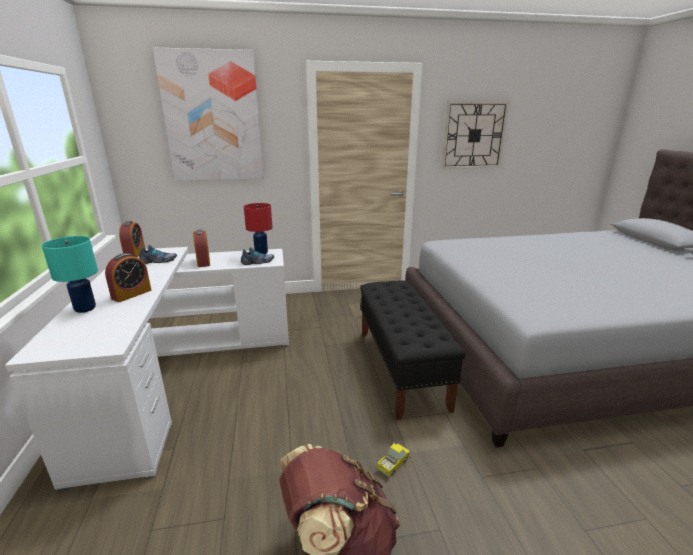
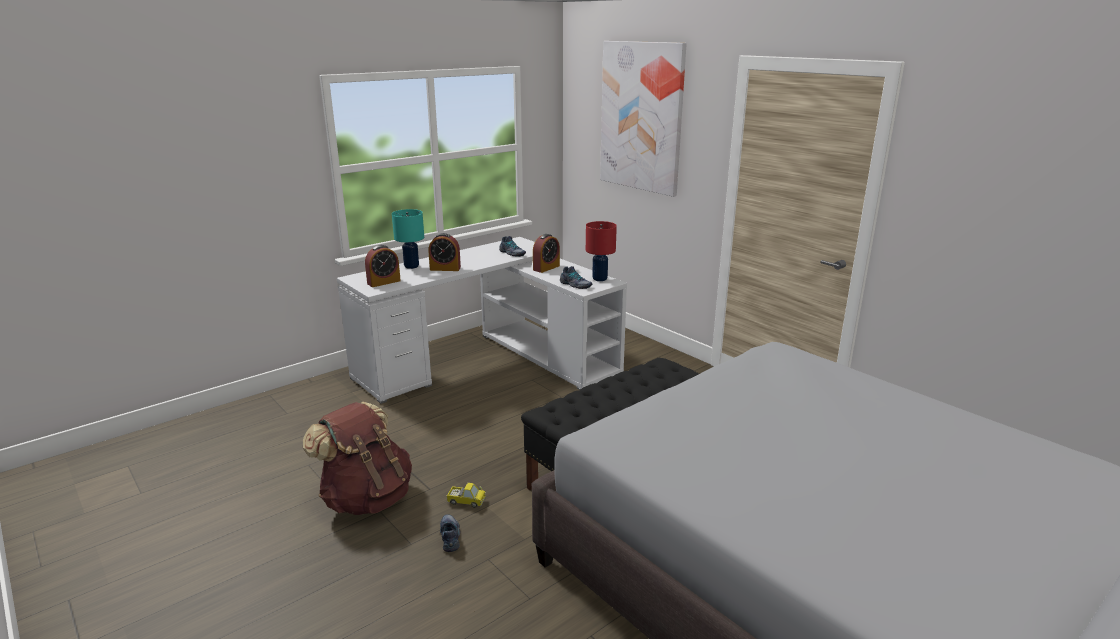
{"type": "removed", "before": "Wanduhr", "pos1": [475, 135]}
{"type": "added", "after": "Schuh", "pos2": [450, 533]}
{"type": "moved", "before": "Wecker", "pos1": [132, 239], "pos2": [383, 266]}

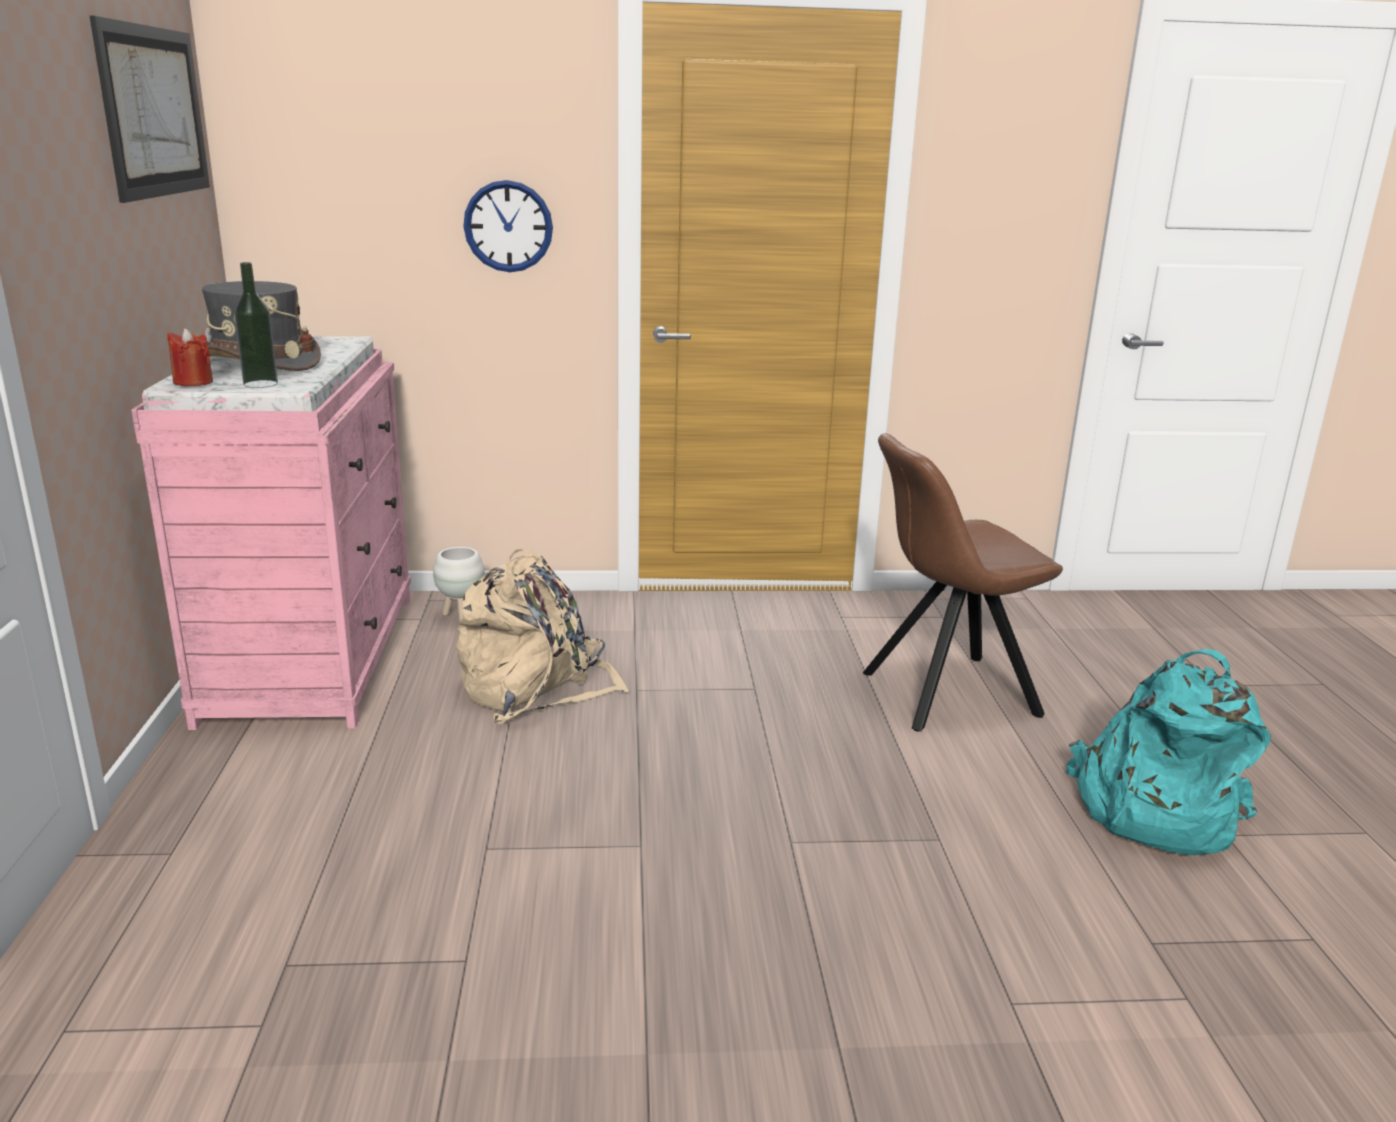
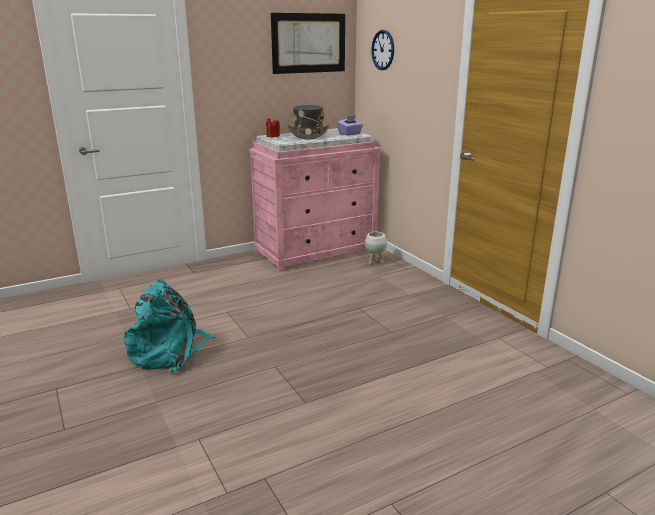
{"type": "removed", "before": "Flasche", "pos1": [256, 325]}
{"type": "removed", "before": "Rucksack (beige)", "pos1": [543, 636]}
{"type": "removed", "before": "Stuhl (braun)", "pos1": [963, 582]}
{"type": "added", "after": "Taschentuchbox (lila)", "pos2": [350, 125]}
{"type": "moved", "before": "Wanduhr", "pos1": [508, 226], "pos2": [382, 50]}
{"type": "moved", "before": "Rucksack (türkis)", "pos1": [1168, 752], "pos2": [170, 326]}

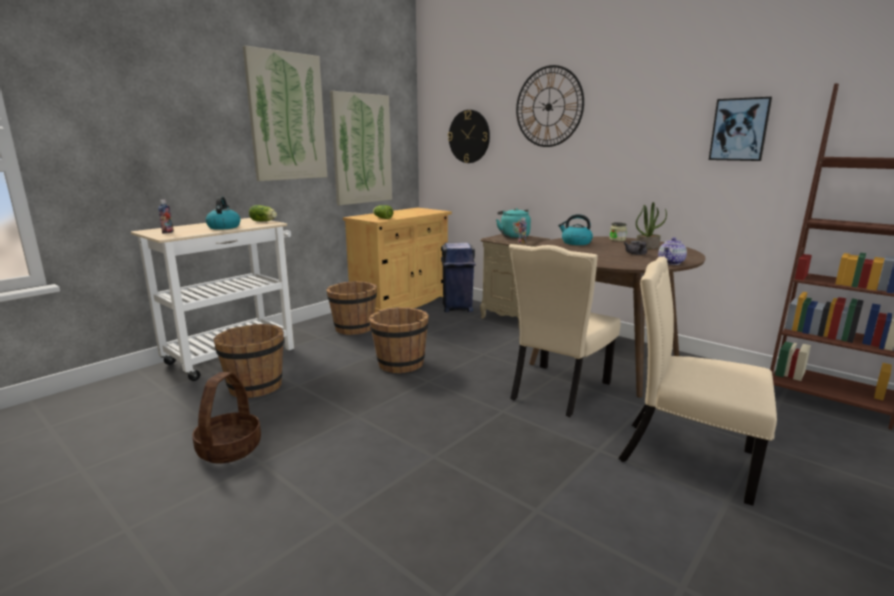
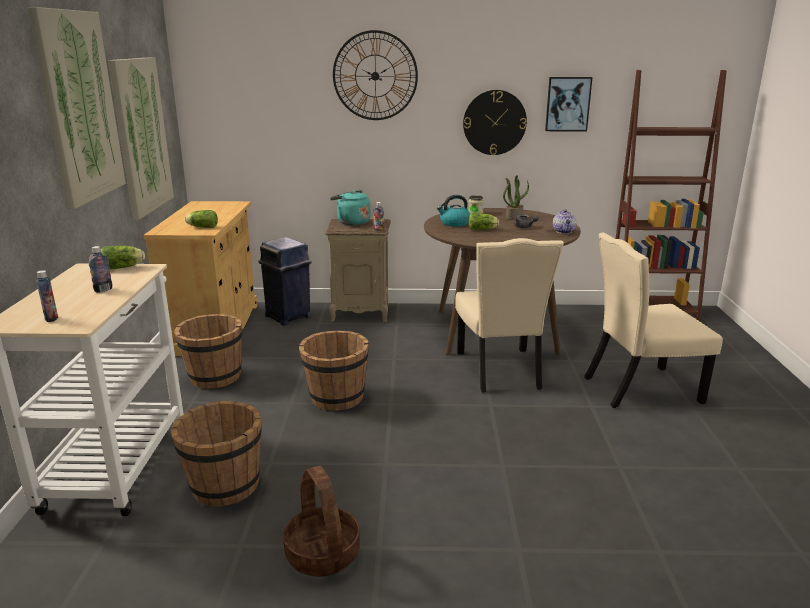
{"type": "added", "after": "Salatkopf", "pos2": [483, 221]}
{"type": "moved", "before": "Wanduhr", "pos1": [469, 136], "pos2": [495, 122]}
{"type": "replaced", "before": "Wasserkessel", "after": "Flasche", "pos1": [223, 213], "pos2": [100, 269]}

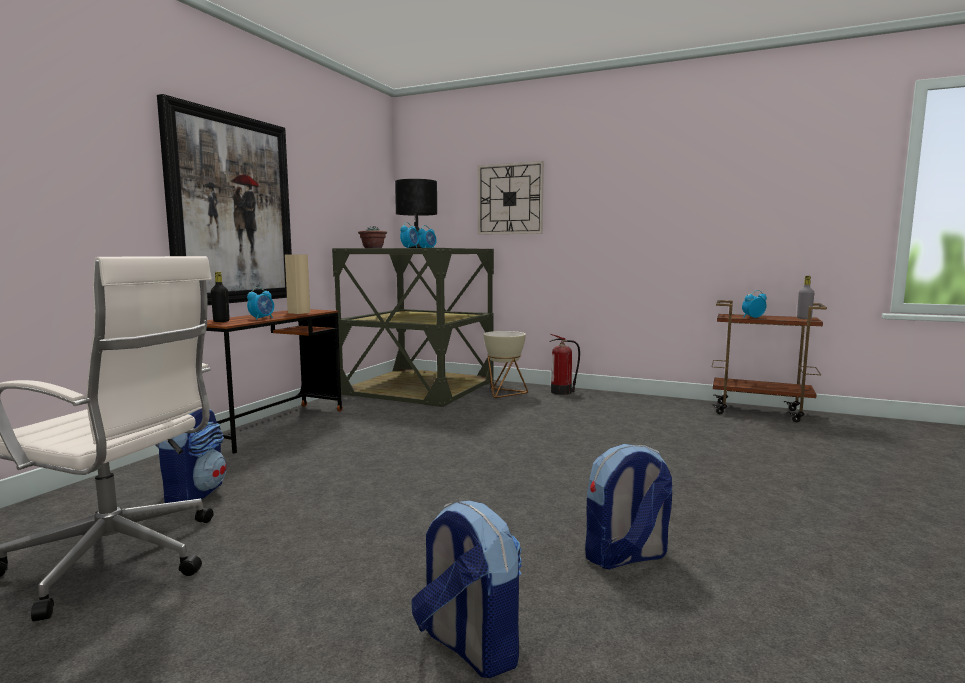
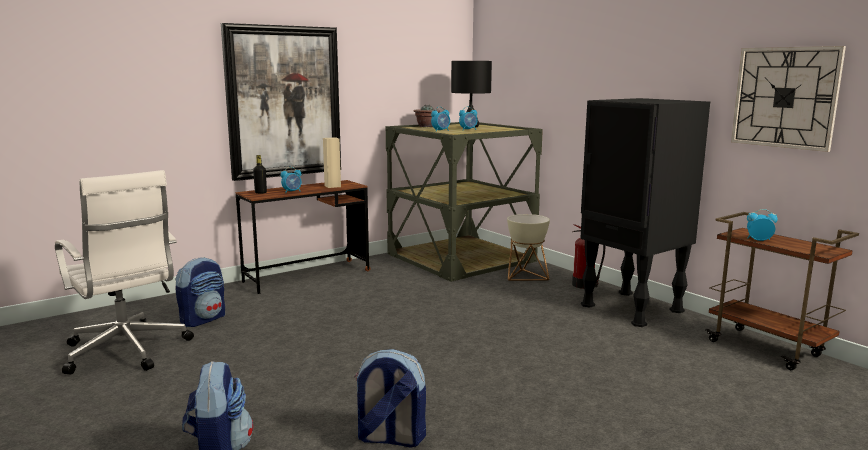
{"type": "removed", "before": "Flasche (grau)", "pos1": [805, 297]}
{"type": "added", "after": "Schrank (schwarz)", "pos2": [645, 212]}
{"type": "moved", "before": "Wanduhr", "pos1": [511, 198], "pos2": [788, 99]}

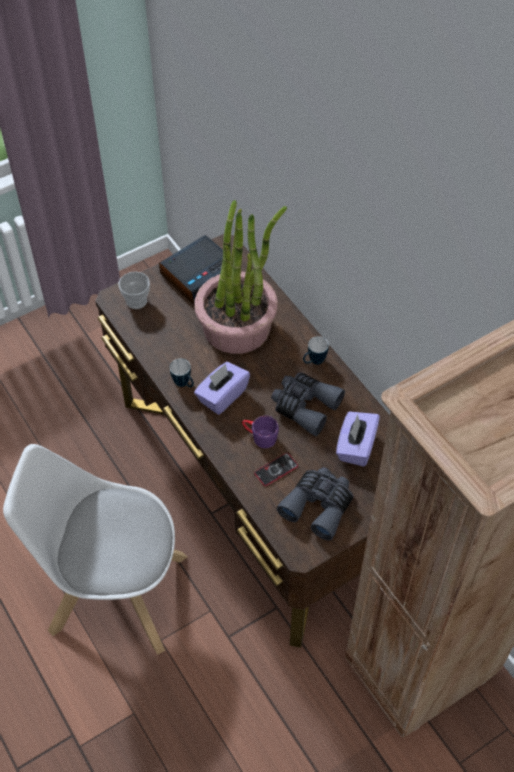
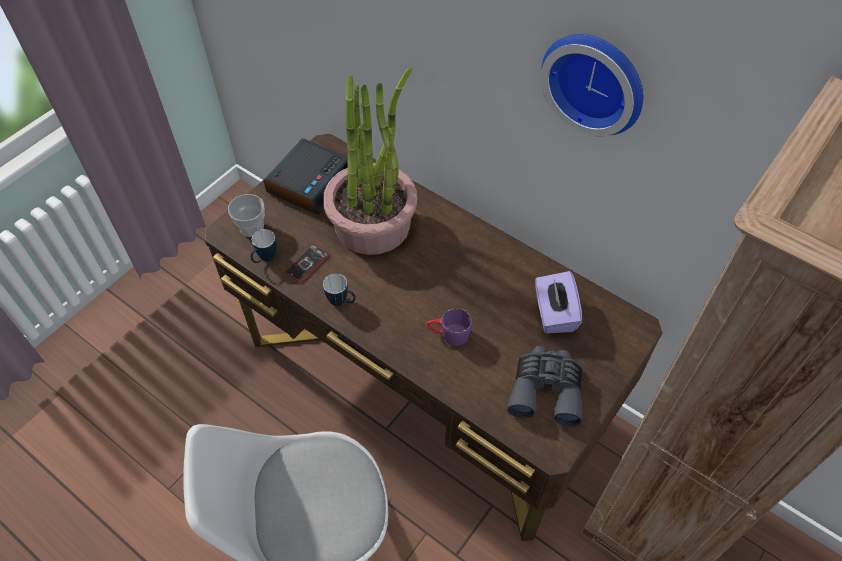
{"type": "removed", "before": "Taschentuchbox (lila)", "pos1": [222, 388]}
{"type": "removed", "before": "Fernglas (grau)", "pos1": [308, 404]}
{"type": "added", "after": "Wanduhr", "pos2": [592, 85]}
{"type": "moved", "before": "Handy", "pos1": [276, 469], "pos2": [306, 263]}
{"type": "moved", "before": "Henkelbecher", "pos1": [316, 350], "pos2": [264, 246]}

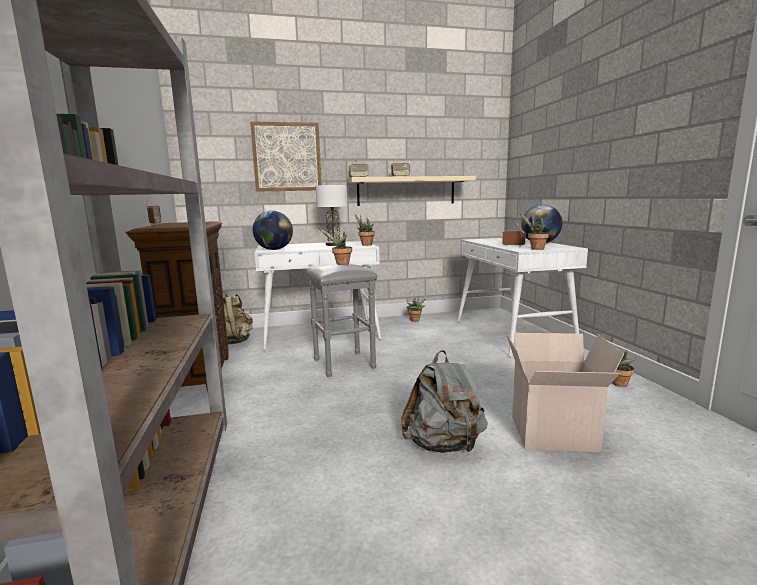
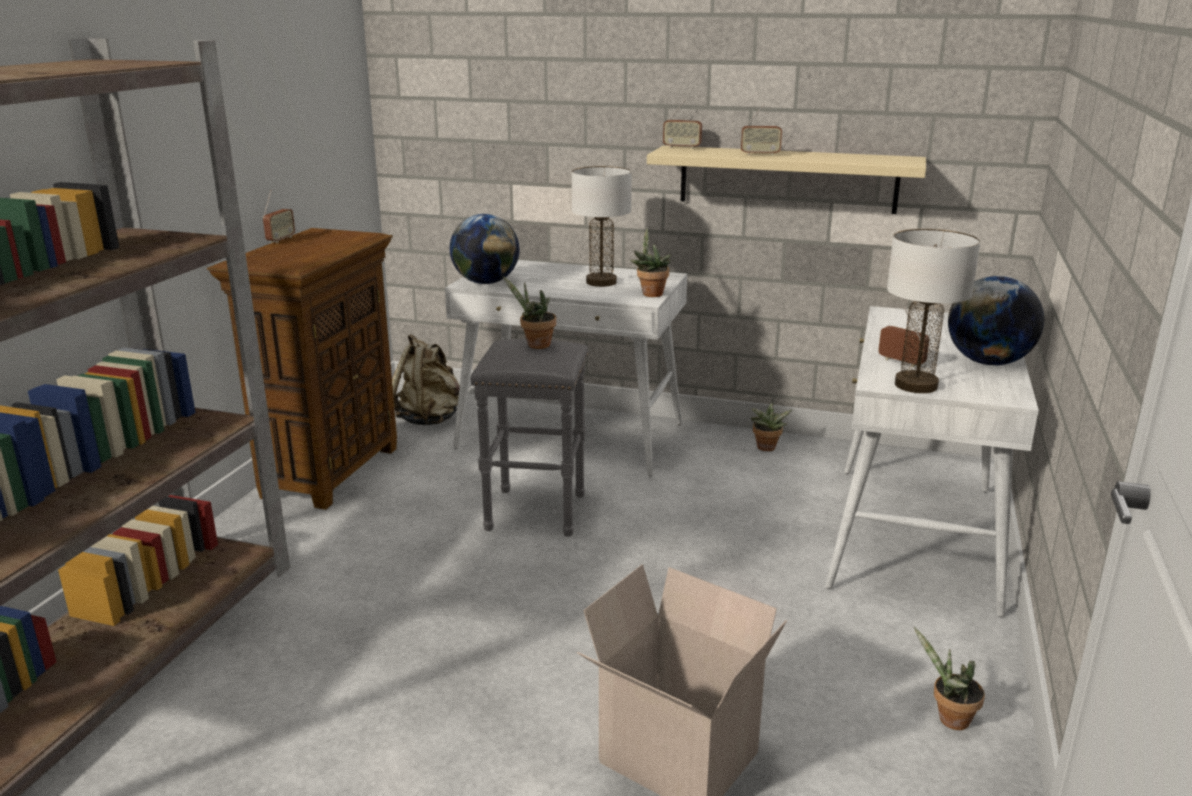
{"type": "removed", "before": "Bild", "pos1": [286, 156]}
{"type": "removed", "before": "Rucksack (grau)", "pos1": [444, 401]}
{"type": "replaced", "before": "Topfpflanze", "after": "Tischlampe", "pos1": [534, 231], "pos2": [934, 311]}

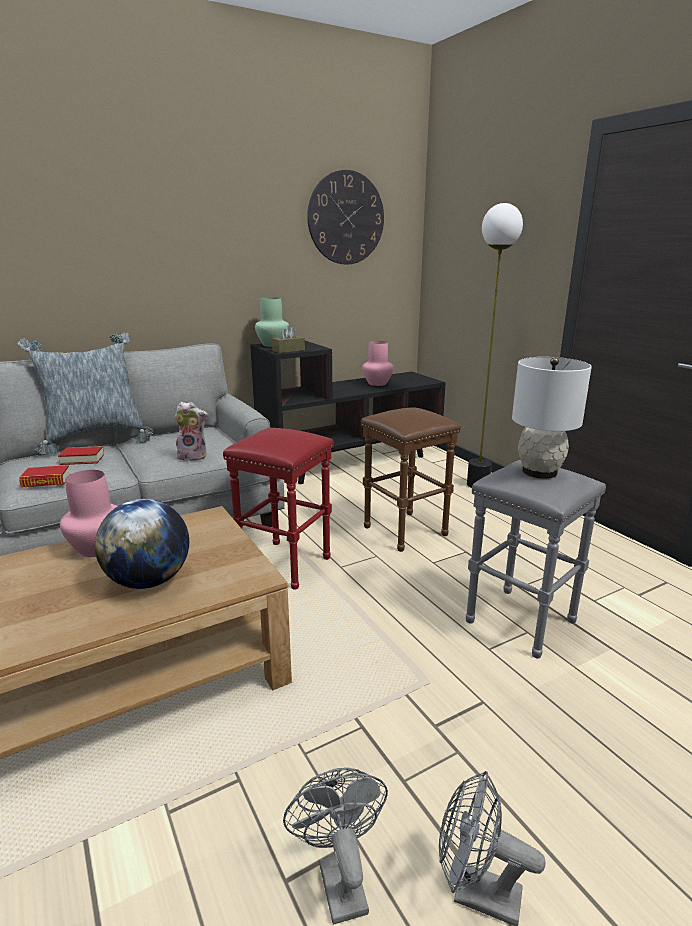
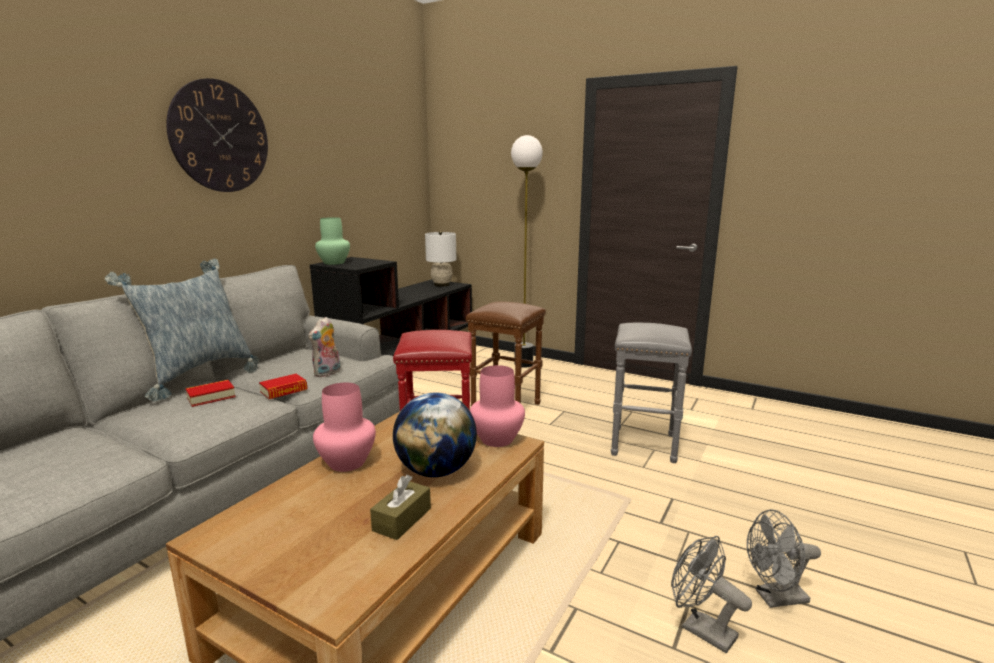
{"type": "moved", "before": "Buch", "pos1": [44, 476], "pos2": [283, 386]}
{"type": "moved", "before": "Taschentuchbox (braun)", "pos1": [288, 339], "pos2": [400, 507]}
{"type": "moved", "before": "Wanduhr", "pos1": [345, 217], "pos2": [217, 135]}
{"type": "moved", "before": "Vase (rosa)", "pos1": [378, 363], "pos2": [497, 406]}
{"type": "moved", "before": "Tischlampe (weiß)", "pos1": [552, 418], "pos2": [440, 259]}
{"type": "turned", "before": "Plüschtier", "pos1": [191, 431], "pos2": [324, 347], "turn": 150}

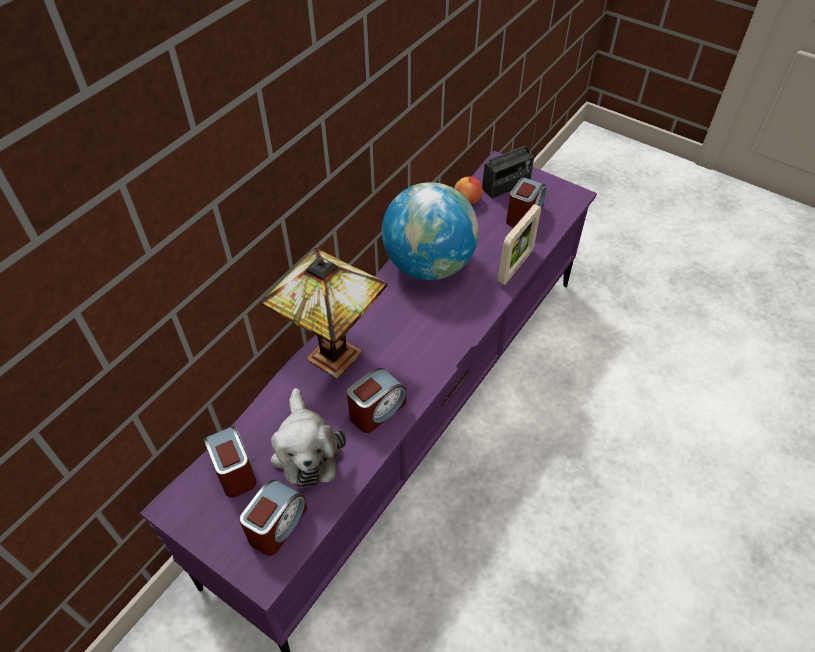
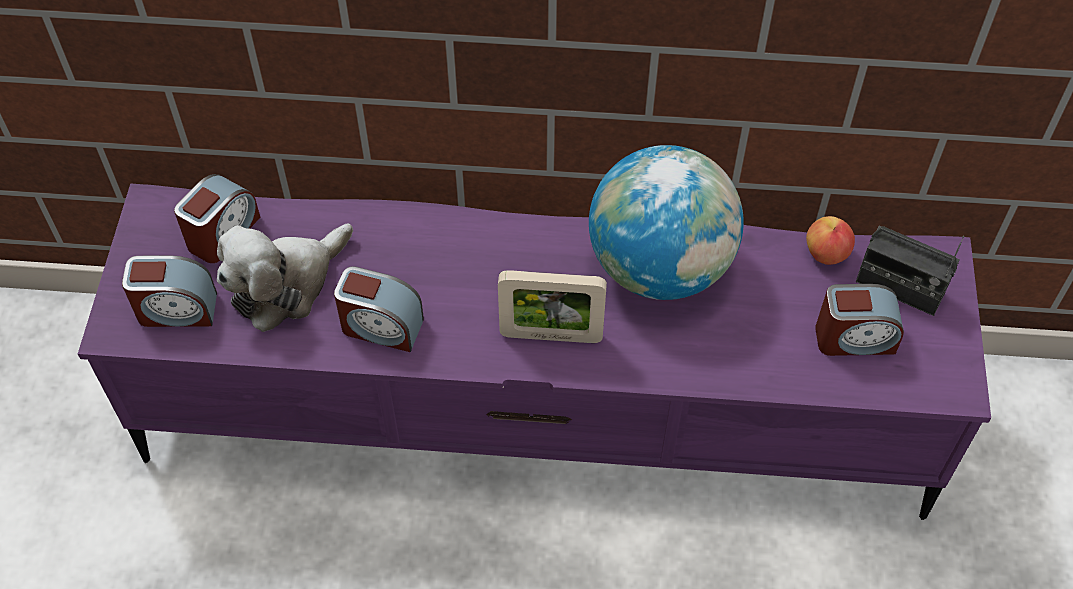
{"type": "removed", "before": "Tischlampe", "pos1": [324, 313]}
{"type": "moved", "before": "Bilderrahmen", "pos1": [519, 244], "pos2": [552, 306]}

